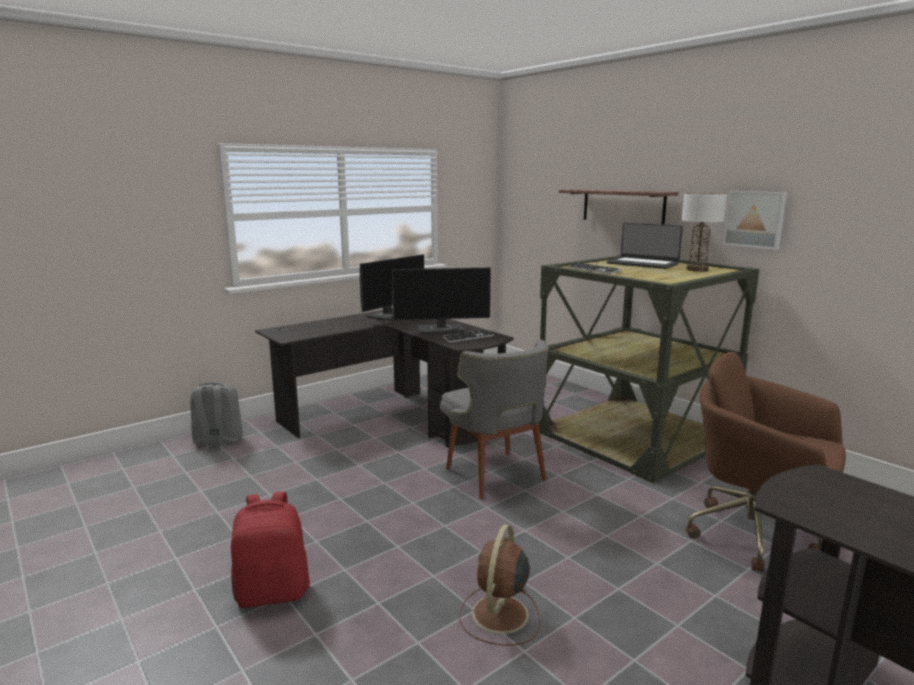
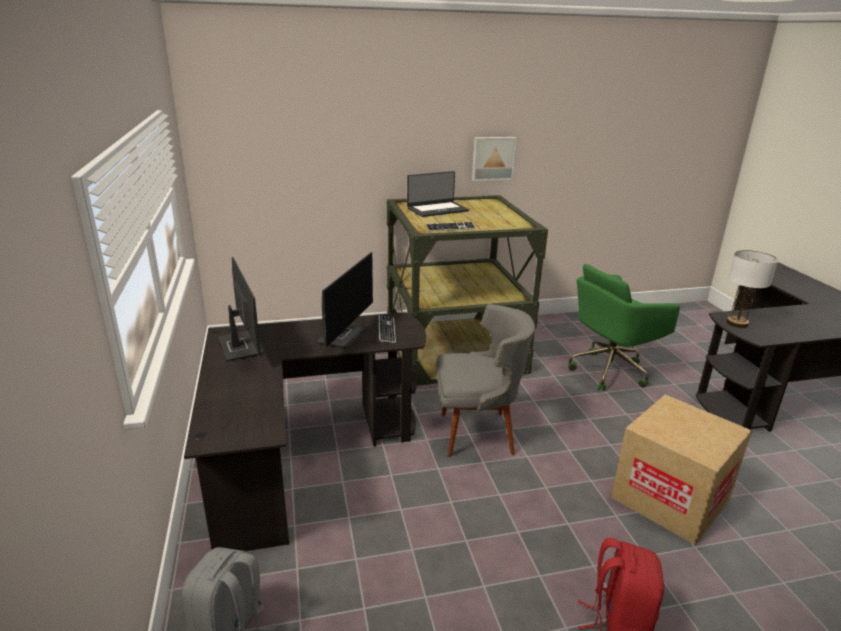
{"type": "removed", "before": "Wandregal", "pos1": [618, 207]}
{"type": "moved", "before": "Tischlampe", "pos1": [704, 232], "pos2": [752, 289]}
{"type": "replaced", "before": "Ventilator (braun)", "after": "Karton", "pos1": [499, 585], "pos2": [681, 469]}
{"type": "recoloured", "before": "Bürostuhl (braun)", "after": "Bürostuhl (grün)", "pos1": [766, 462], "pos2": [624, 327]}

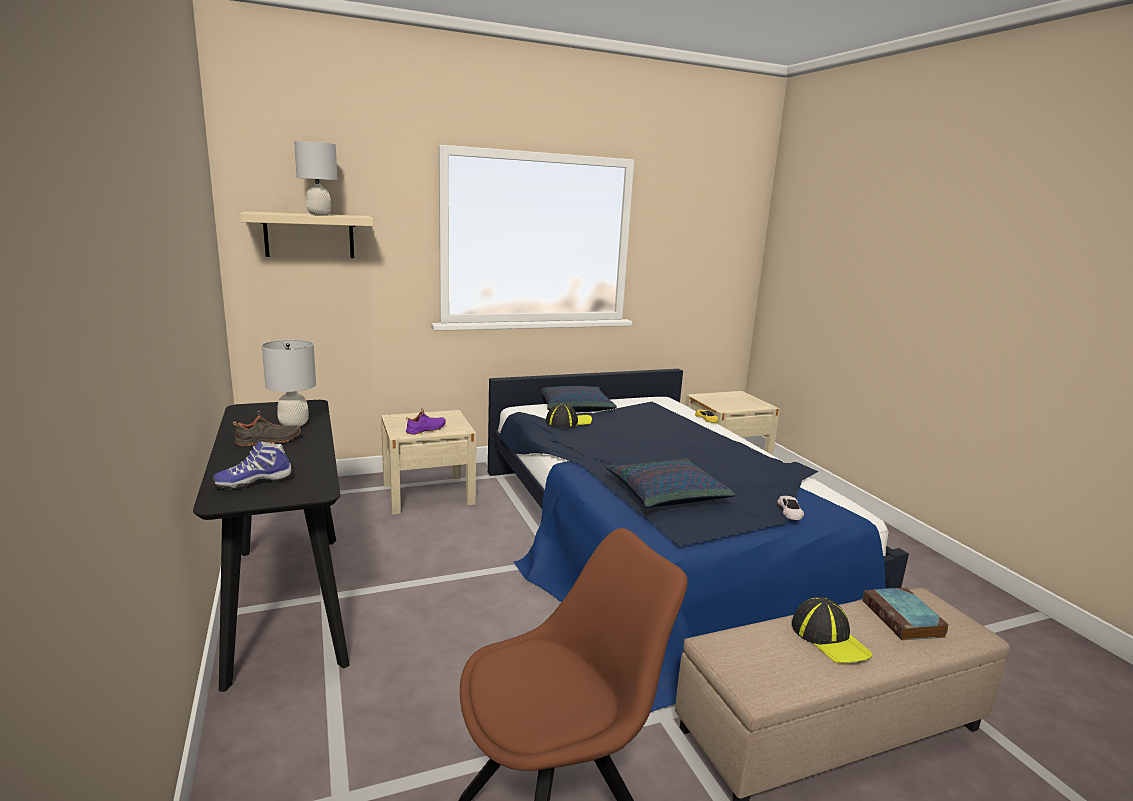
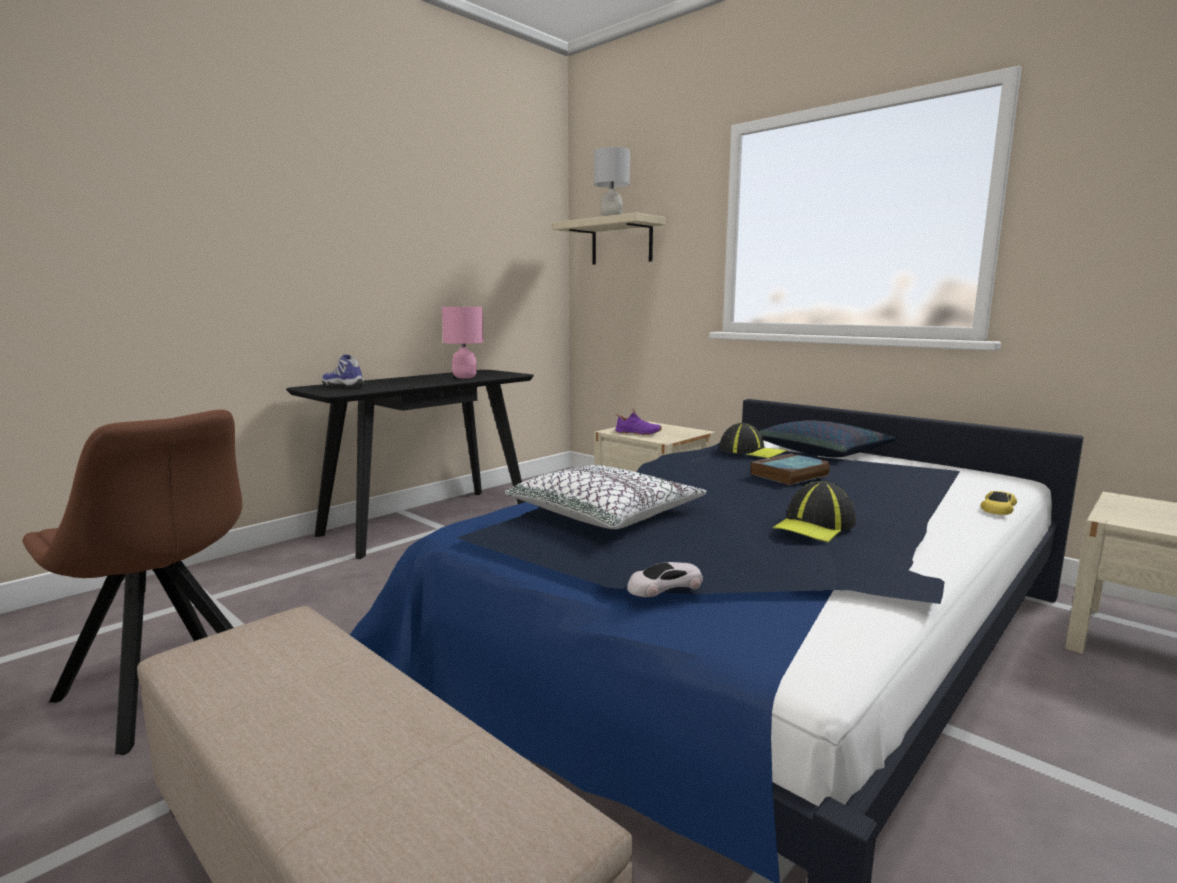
{"type": "removed", "before": "Schuh (schwarz)", "pos1": [267, 428]}
{"type": "moved", "before": "Kappe", "pos1": [832, 630], "pos2": [814, 511]}
{"type": "moved", "before": "Buch", "pos1": [906, 614], "pos2": [790, 469]}
{"type": "recoloured", "before": "Tischlampe (grau)", "after": "Tischlampe (rosa)", "pos1": [289, 383], "pos2": [462, 342]}
{"type": "recoloured", "before": "Kissen (blau)", "after": "Kissen (weiß)", "pos1": [670, 483], "pos2": [605, 497]}

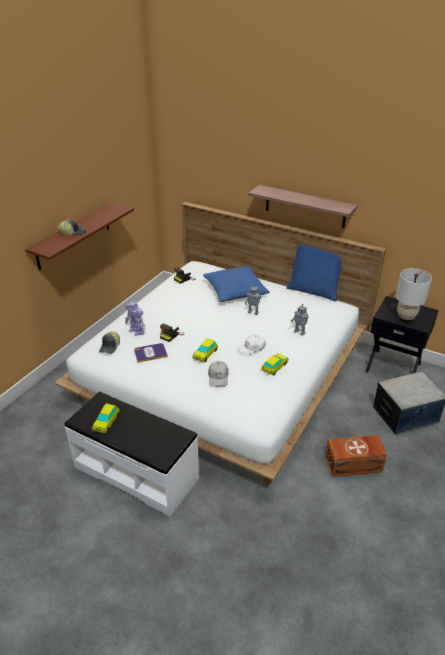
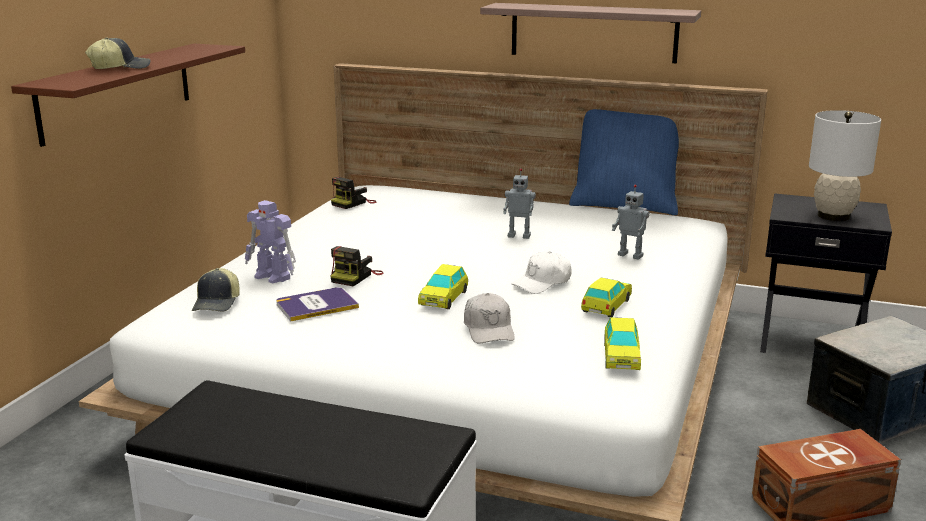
{"type": "removed", "before": "Kissen (blau)", "pos1": [236, 284]}
{"type": "moved", "before": "Spielzeugauto", "pos1": [106, 418], "pos2": [622, 343]}

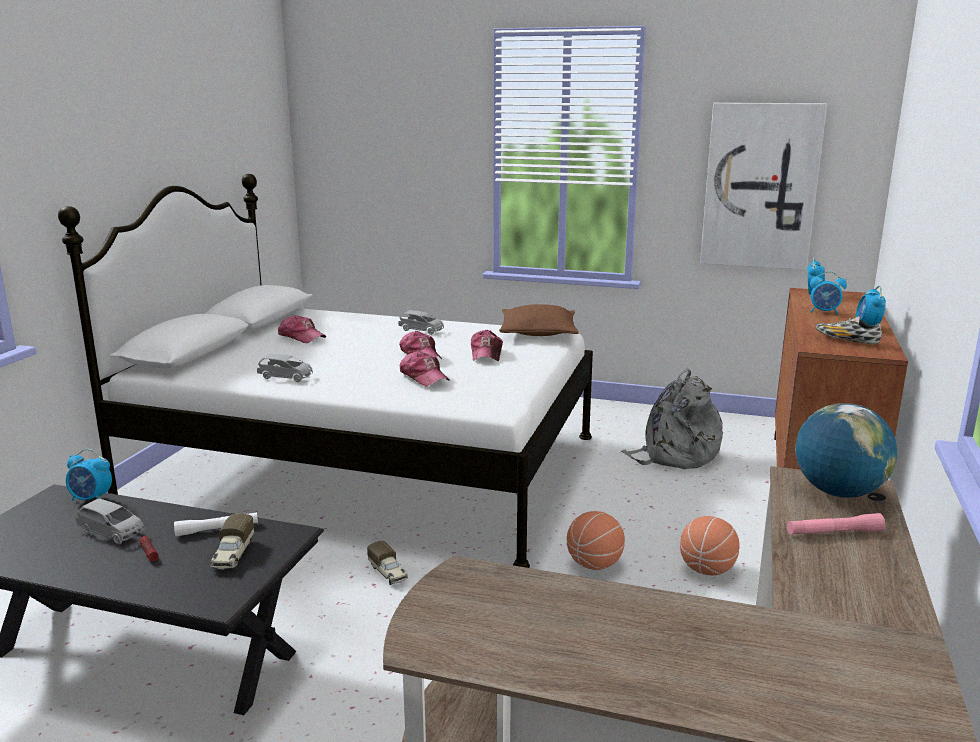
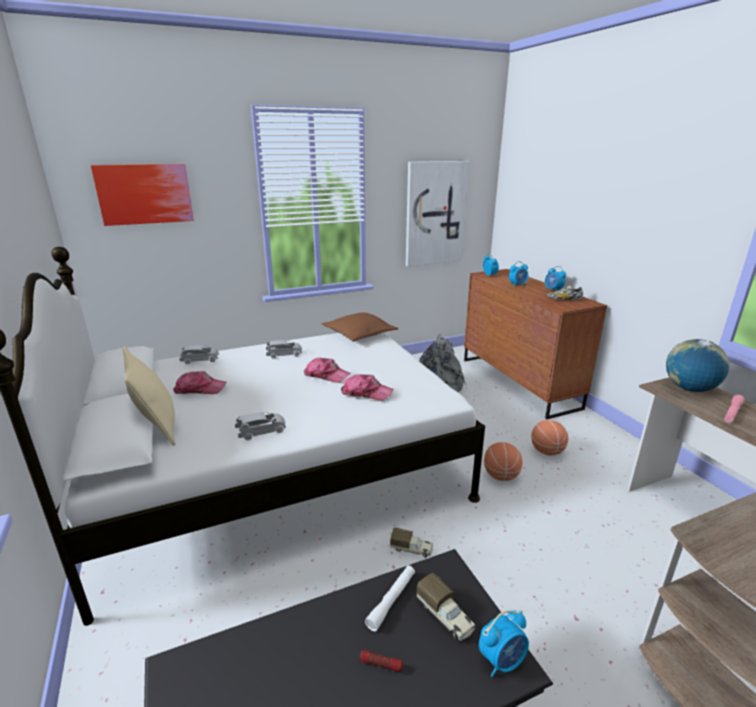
{"type": "removed", "before": "Kappe", "pos1": [487, 345]}
{"type": "added", "after": "Bild", "pos2": [142, 195]}
{"type": "added", "after": "Kissen (beige)", "pos2": [149, 396]}
{"type": "moved", "before": "Wecker", "pos1": [89, 475], "pos2": [504, 644]}
{"type": "moved", "before": "Spielzeugauto (grau)", "pos1": [110, 521], "pos2": [199, 354]}

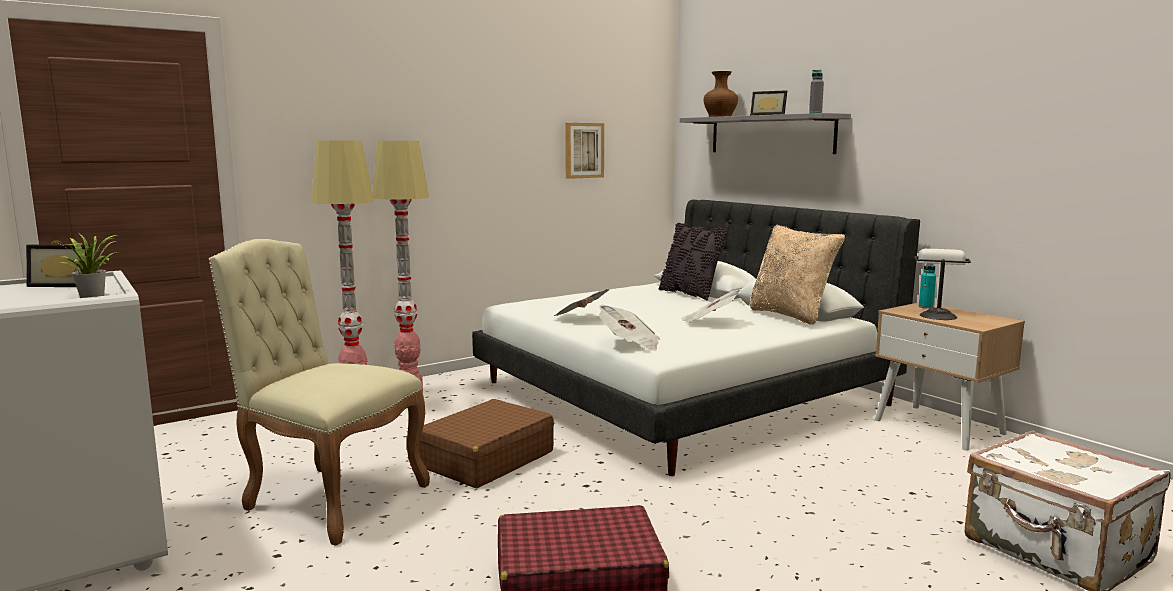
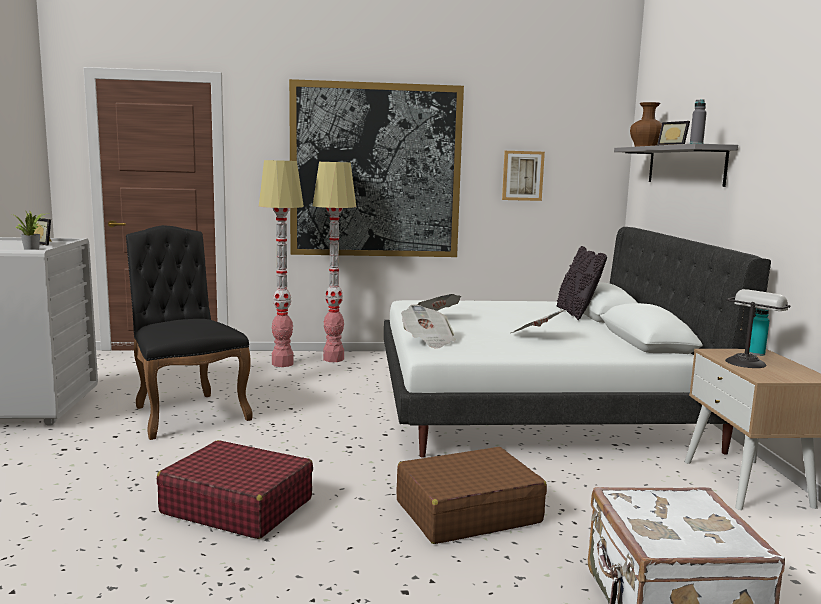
{"type": "removed", "before": "Kissen (beige)", "pos1": [797, 275]}
{"type": "added", "after": "Bild", "pos2": [376, 168]}
{"type": "moved", "before": "Koffer (braun)", "pos1": [486, 443], "pos2": [471, 495]}
{"type": "recoloured", "before": "Stuhl (beige)", "after": "Stuhl (schwarz)", "pos1": [319, 392], "pos2": [189, 332]}

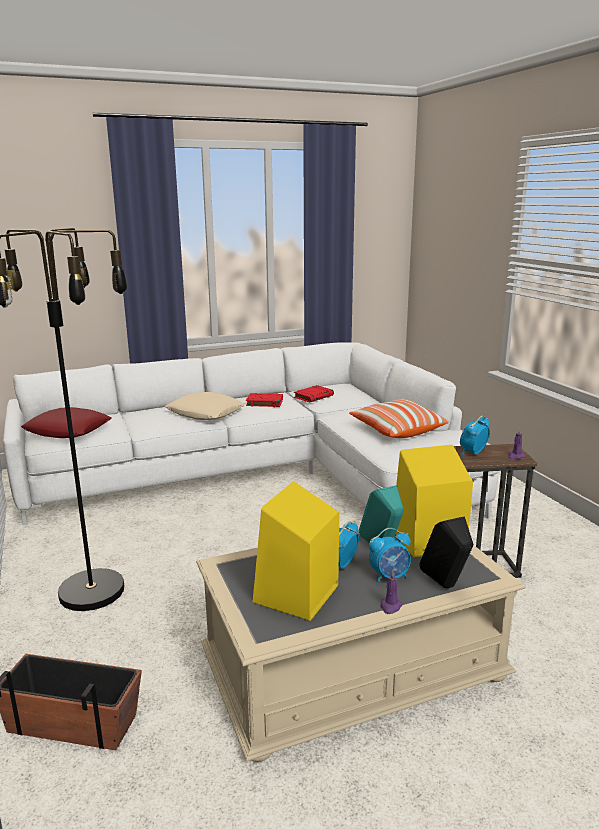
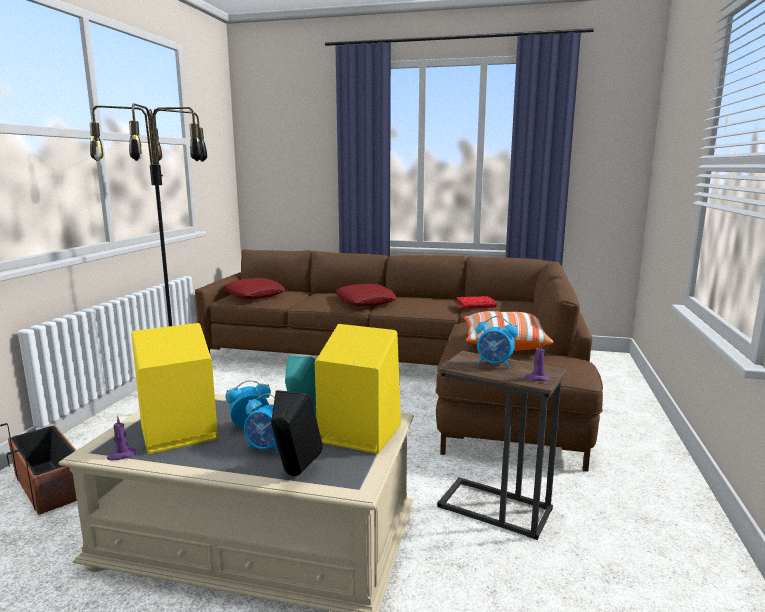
{"type": "removed", "before": "Buch (rot)", "pos1": [264, 400]}
{"type": "moved", "before": "Kerze (lila)", "pos1": [392, 592], "pos2": [121, 438]}
{"type": "recoloured", "before": "Sofa (weiß)", "after": "Sofa (braun)", "pos1": [251, 433], "pos2": [399, 360]}
{"type": "recoloured", "before": "Kissen (beige)", "after": "Kissen (rot)", "pos1": [204, 406], "pos2": [366, 295]}
{"type": "turned", "before": "Wecker", "pos1": [475, 435], "pos2": [497, 342], "turn": -150}

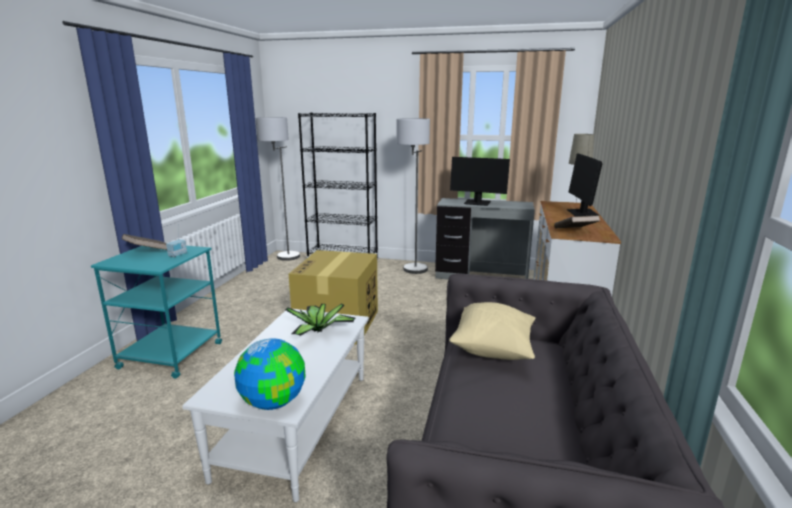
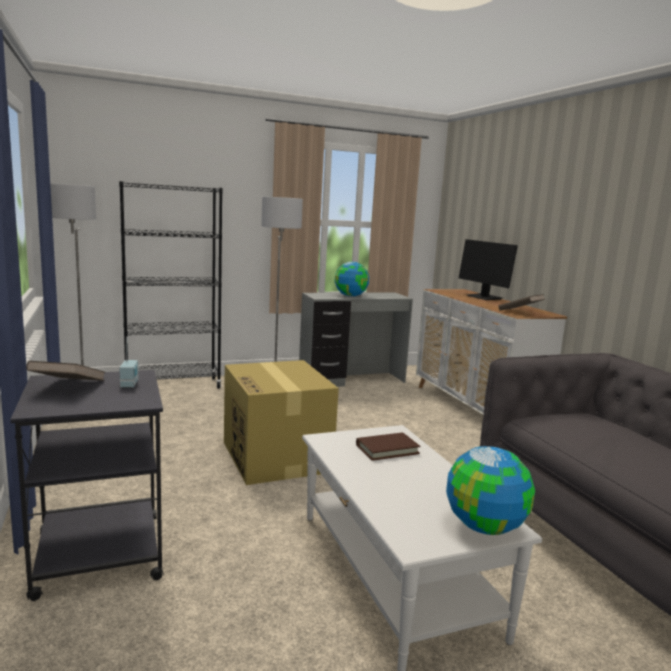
{"type": "removed", "before": "Kissen (beige)", "pos1": [492, 331]}
{"type": "removed", "before": "Tischlampe (beige)", "pos1": [581, 168]}
{"type": "replaced", "before": "Topfpflanze", "after": "Buch (braun)", "pos1": [320, 320], "pos2": [388, 447]}
{"type": "replaced", "before": "Monitor", "after": "Globus", "pos1": [480, 181], "pos2": [352, 279]}
{"type": "recoloured", "before": "Rollwagen (türkis)", "after": "Rollwagen (schwarz)", "pos1": [156, 312], "pos2": [87, 485]}

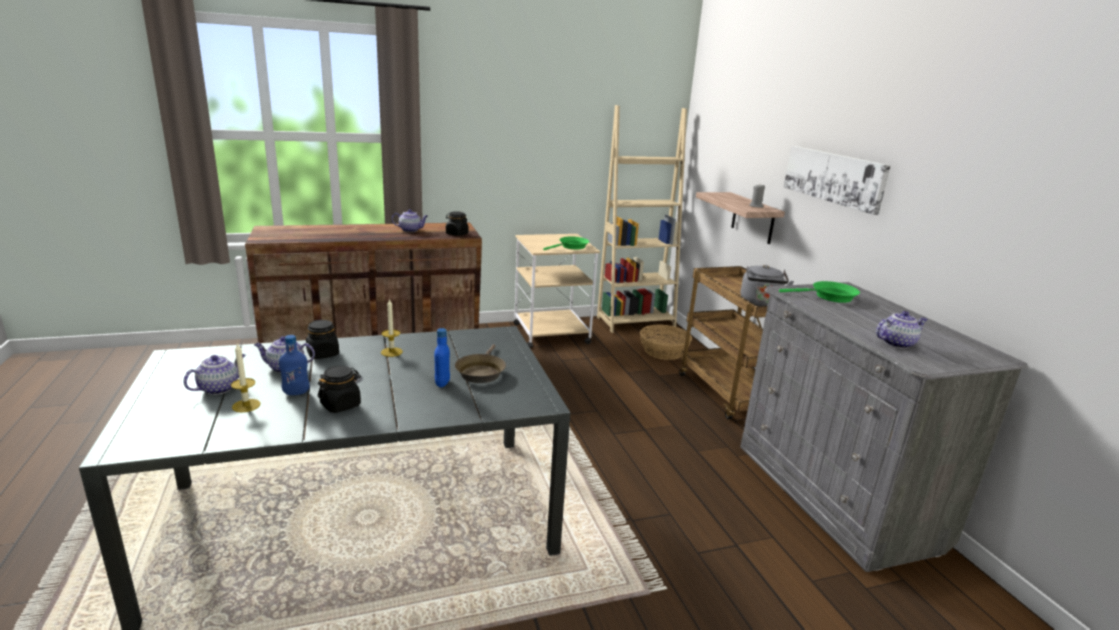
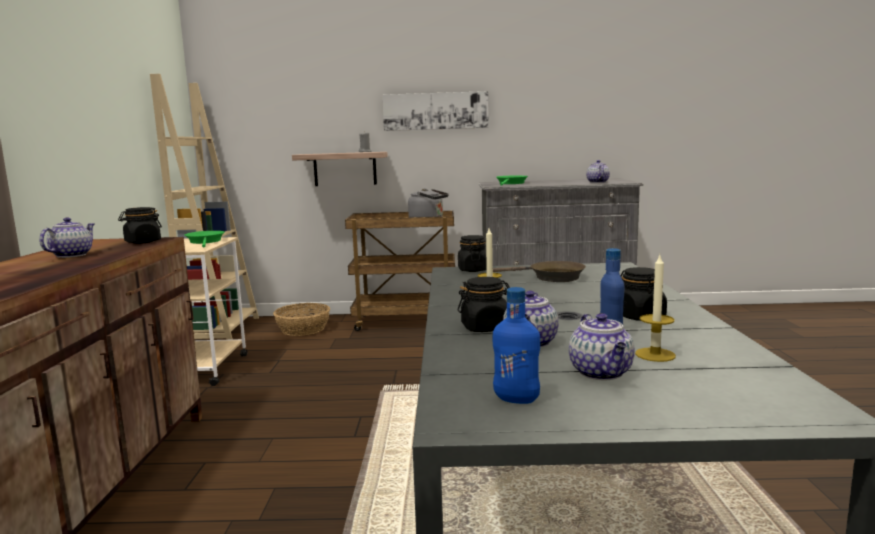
{"type": "added", "after": "Vorratsglas (schwarz)", "pos2": [472, 253]}
{"type": "moved", "before": "Flasche (blau)", "pos1": [442, 357], "pos2": [516, 345]}
{"type": "turned", "before": "Teekanne", "pos1": [214, 374], "pos2": [602, 346], "turn": -150}

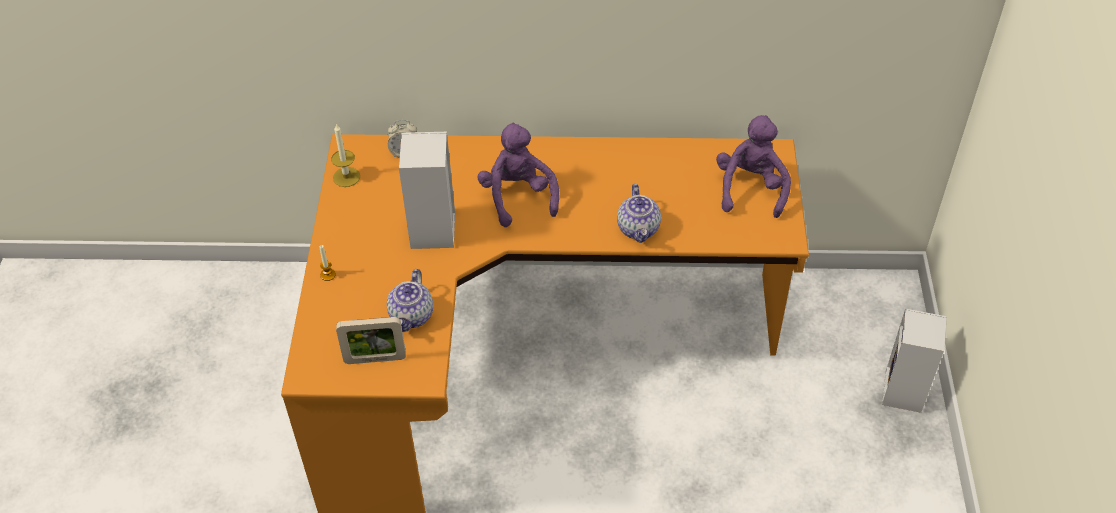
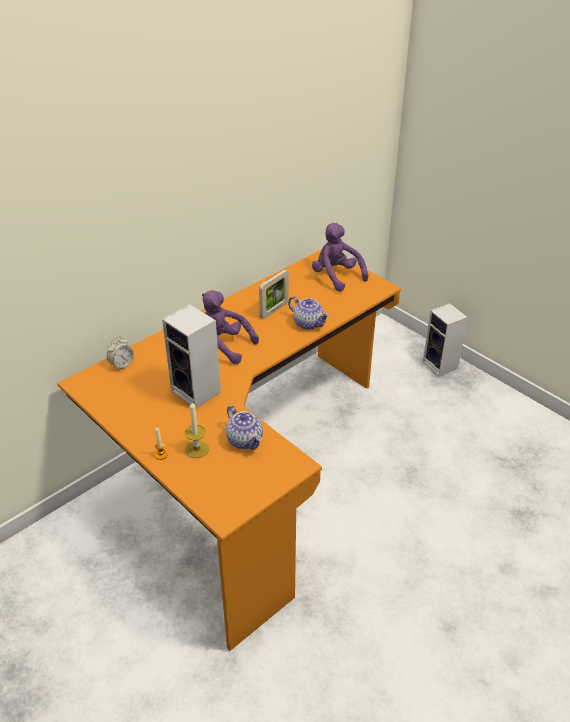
{"type": "moved", "before": "Kerze", "pos1": [345, 155], "pos2": [197, 430]}
{"type": "moved", "before": "Bilderrahmen", "pos1": [371, 340], "pos2": [274, 294]}

